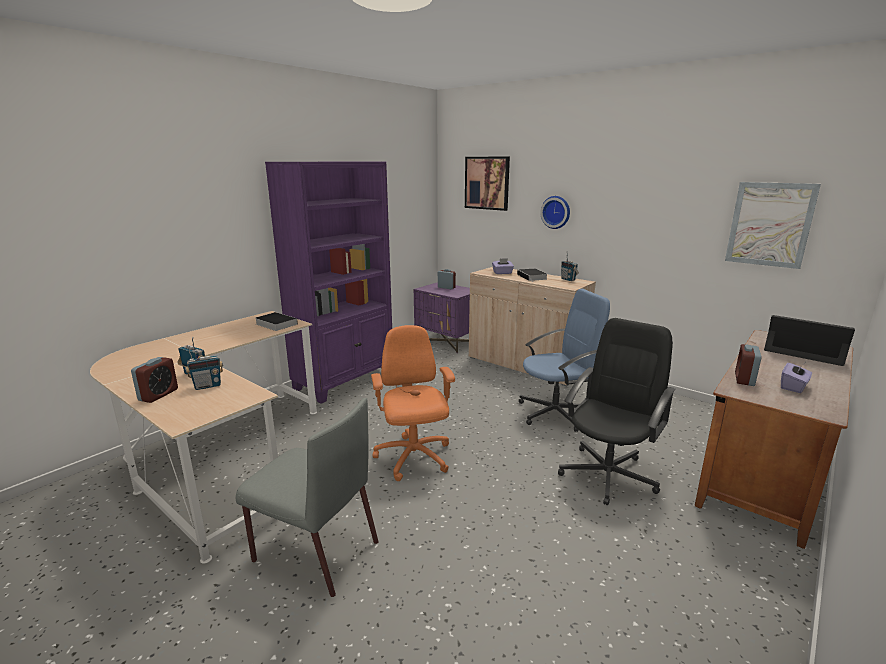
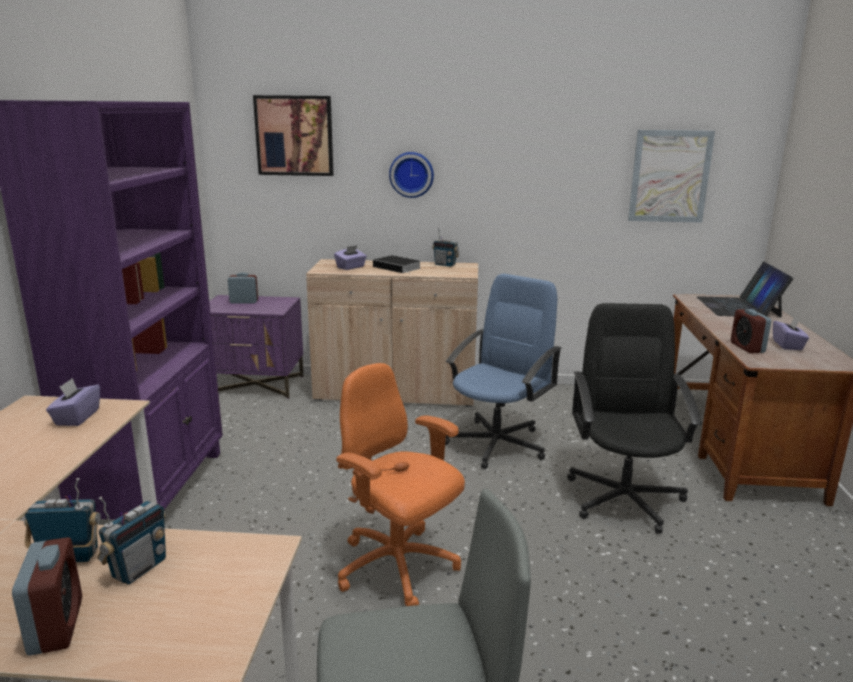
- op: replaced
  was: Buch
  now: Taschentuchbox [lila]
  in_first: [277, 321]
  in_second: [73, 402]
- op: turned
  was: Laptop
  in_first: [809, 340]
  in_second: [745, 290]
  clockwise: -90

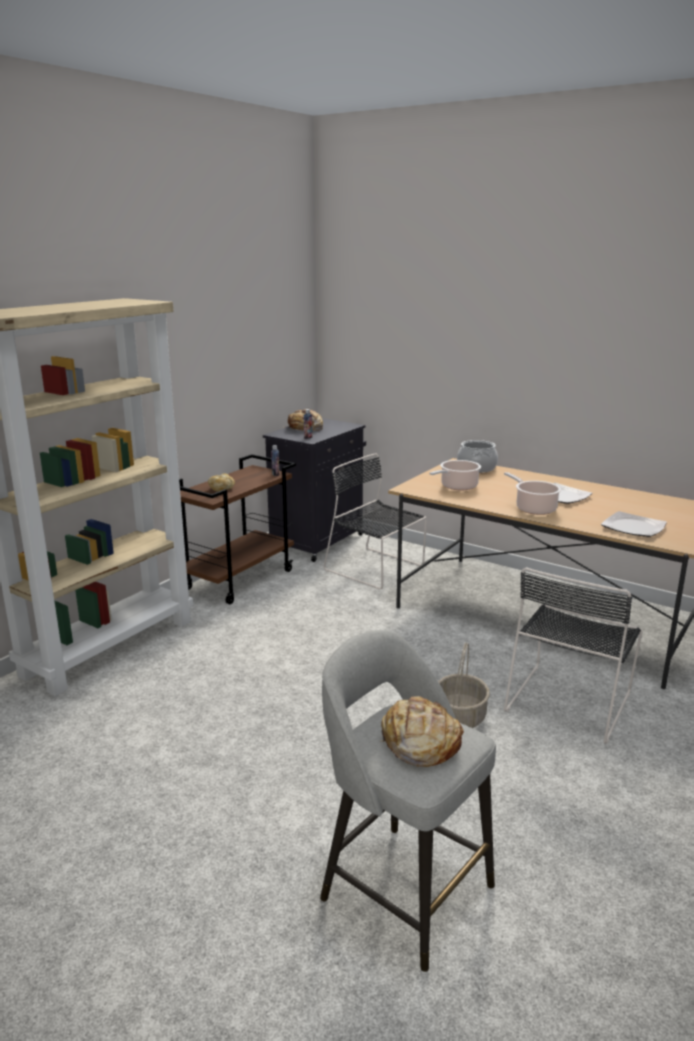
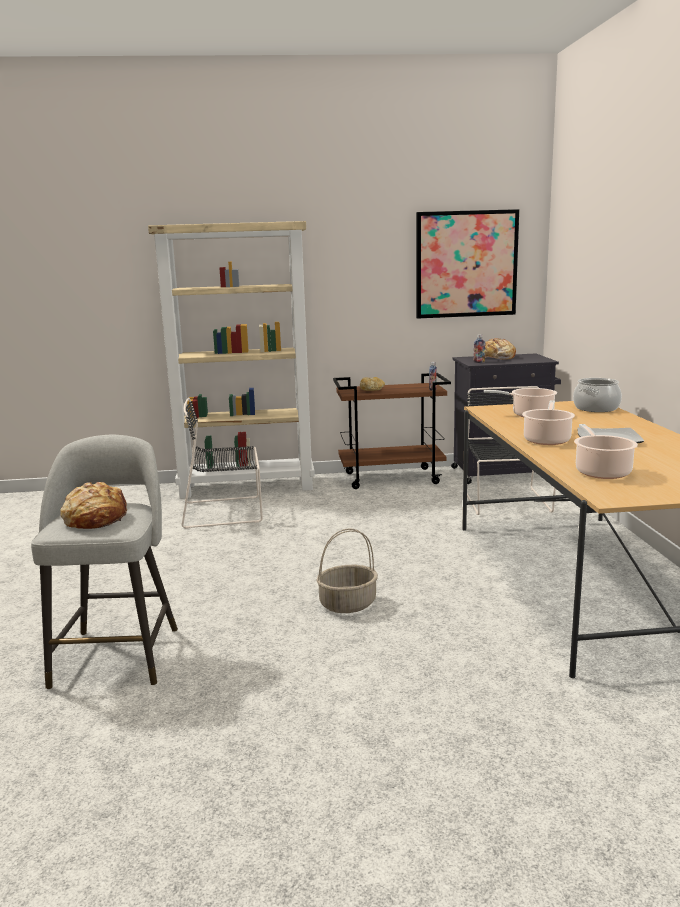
- op: moved
  was: Stuhl [schwarz]
  in_first: [573, 655]
  in_second: [222, 463]
- op: replaced
  was: Teller
  now: Kochtopf
  in_first: [634, 524]
  in_second: [606, 451]
- op: added
  now: Bild
  in_second: [467, 264]

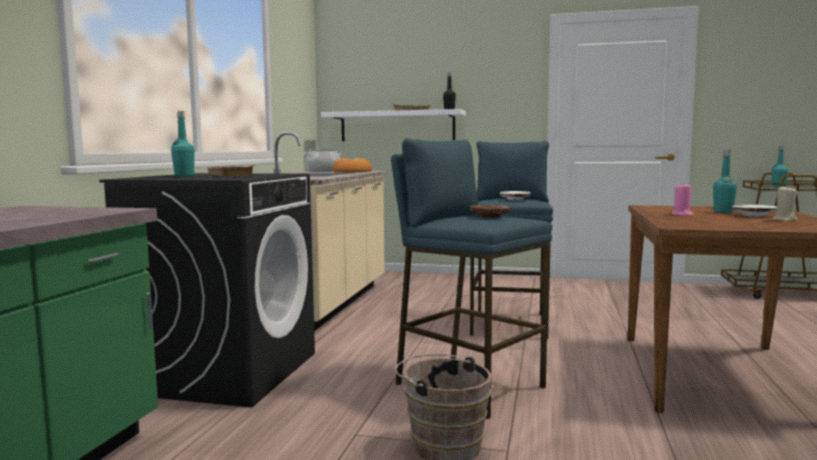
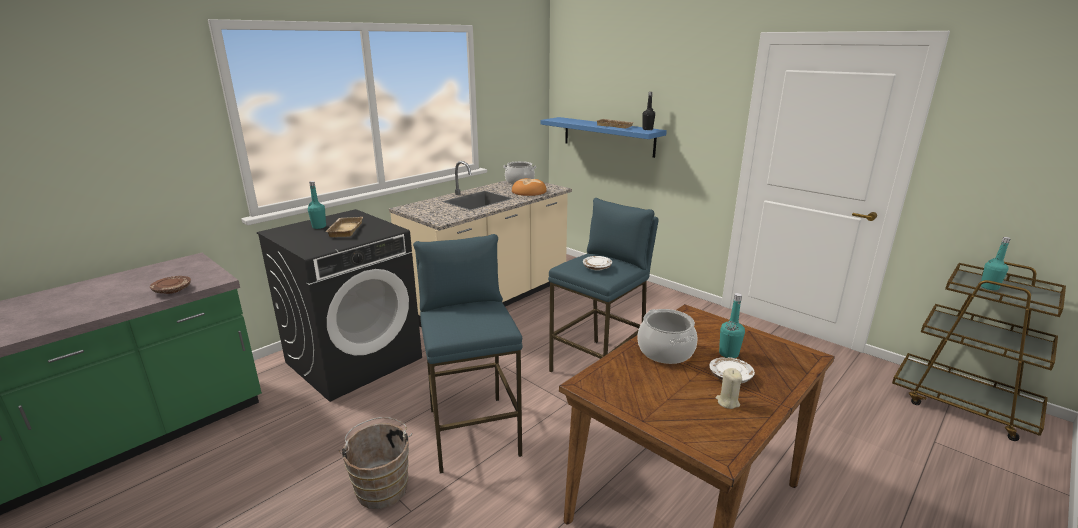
- op: recoloured
  was: Wandregal [weiß]
  now: Wandregal [blau]
  in_first: [393, 125]
  in_second: [603, 137]
- op: moved
  was: Teller [braun]
  in_first: [490, 211]
  in_second: [170, 285]
- op: replaced
  was: Kerze [rosa]
  now: Kochtopf
  in_first: [682, 199]
  in_second: [667, 336]

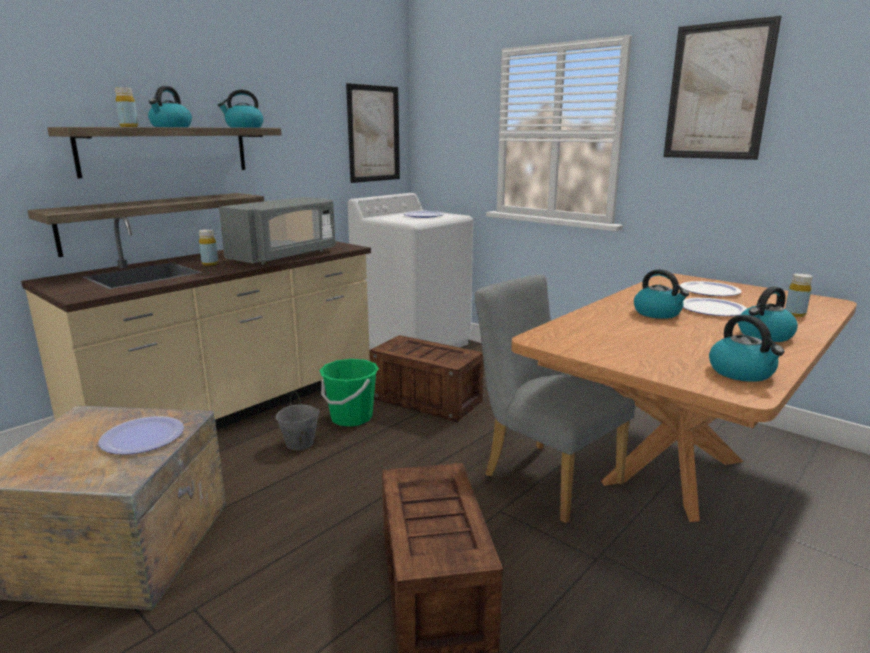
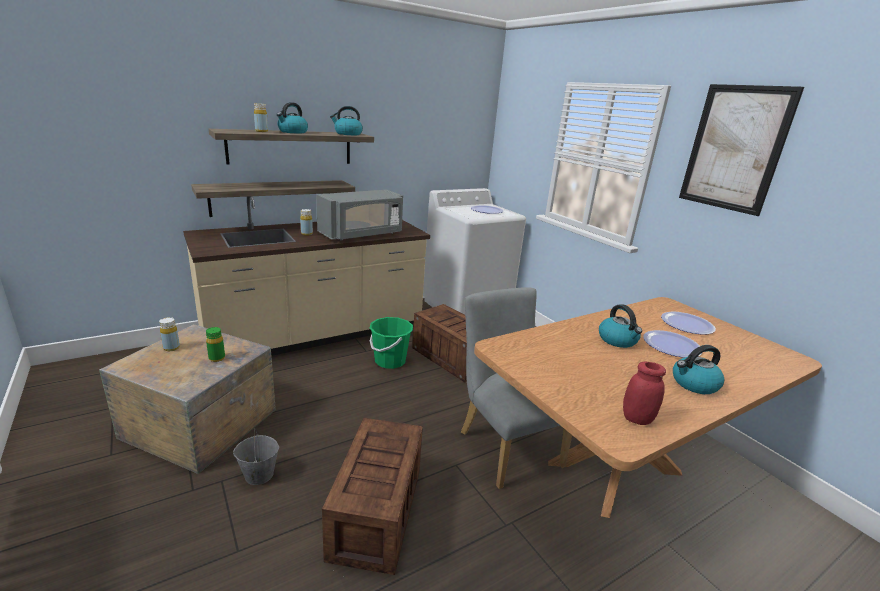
- op: replaced
  was: Teller
  now: Flasche [grün]
  in_first: [141, 435]
  in_second: [215, 344]
- op: moved
  was: Eimer [grau]
  in_first: [297, 420]
  in_second: [256, 456]
- op: removed
  was: Bild
  in_first: [373, 133]
- op: replaced
  was: Wasserkessel
  now: Vorratsglas [rot]
  in_first: [746, 348]
  in_second: [644, 393]
- op: moved
  was: Flasche [gelb]
  in_first: [799, 295]
  in_second: [169, 334]

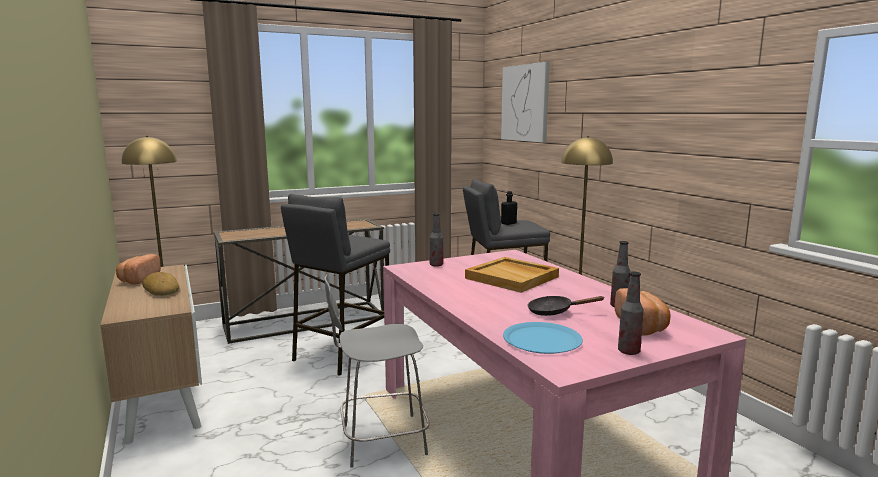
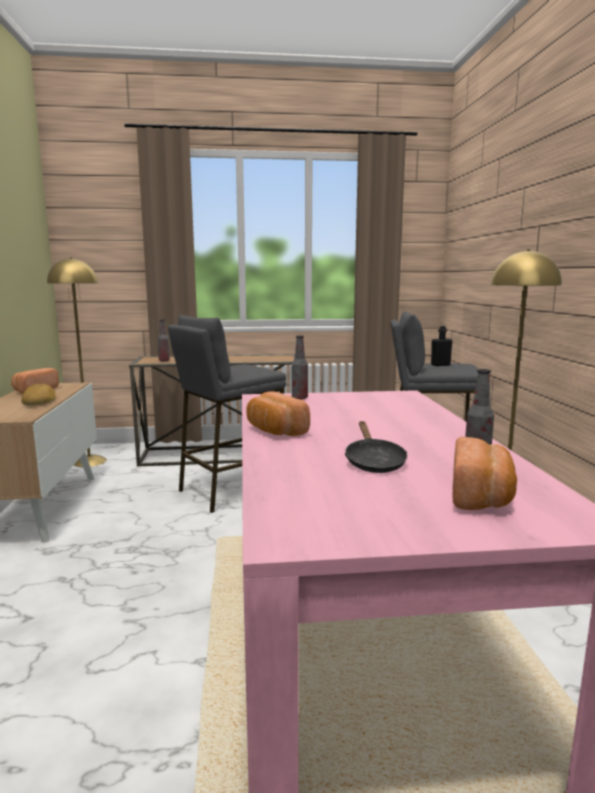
- op: removed
  was: Hocker [grau]
  in_first: [377, 371]
- op: removed
  was: Tablett [beige]
  in_first: [512, 275]
- op: removed
  was: Bild
  in_first: [525, 102]
- op: removed
  was: Teller [blau]
  in_first: [543, 338]
- op: turned
  was: Pfanne [schwarz]
  in_first: [566, 306]
  in_second: [376, 447]
  clockwise: -120
- op: moved
  was: Flasche
  in_first: [631, 313]
  in_second: [164, 340]
- op: added
  now: Brot
  in_second: [278, 413]

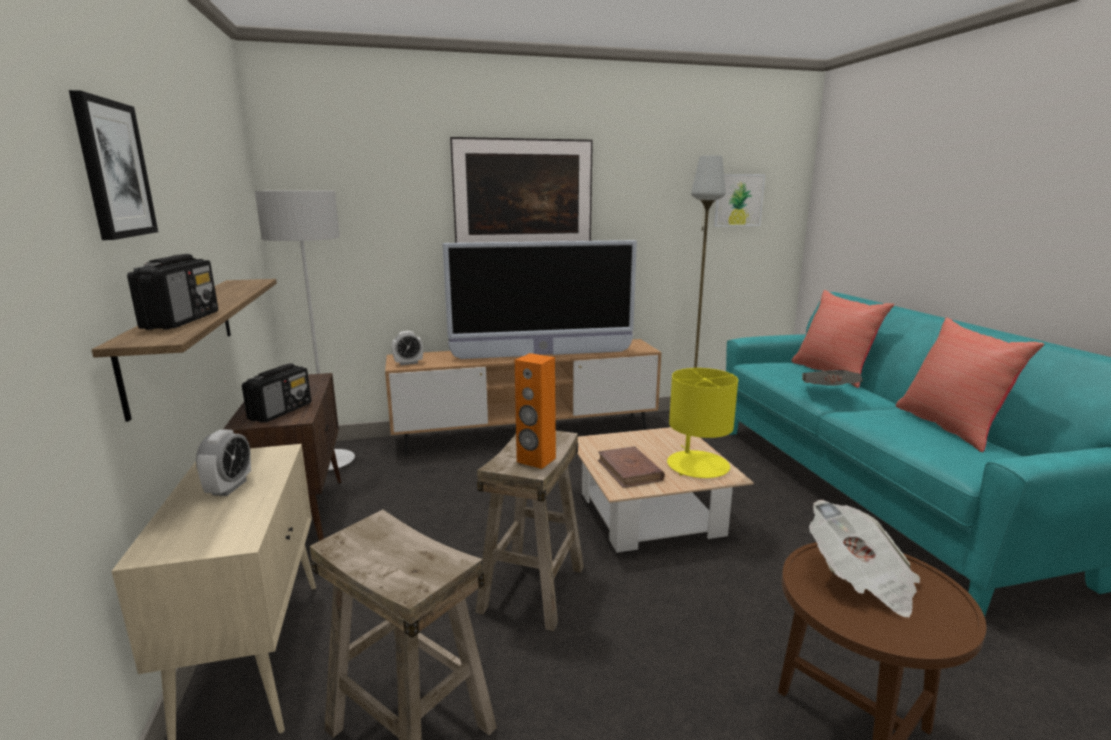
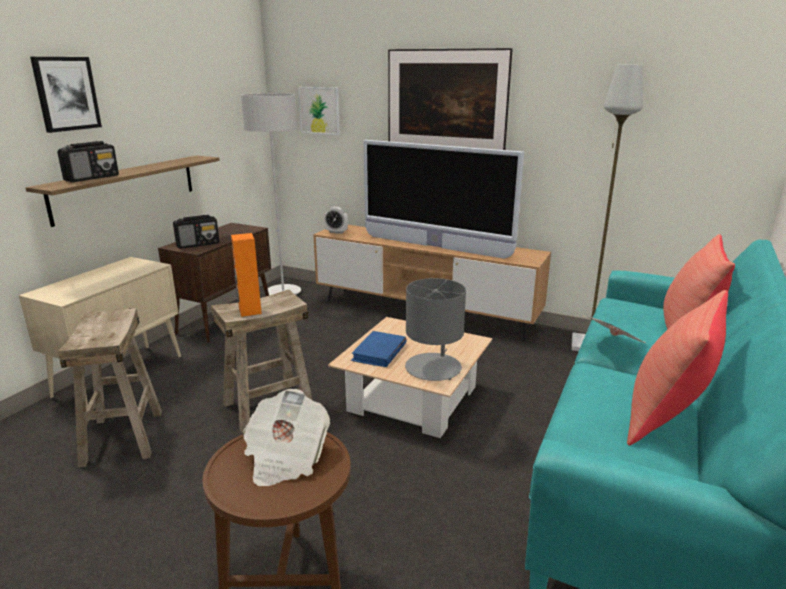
- op: removed
  was: Wecker
  in_first: [223, 462]
- op: recoloured
  was: Buch [braun]
  now: Buch [blau]
  in_first: [631, 467]
  in_second: [379, 349]
- op: recoloured
  was: Tischlampe [gelb]
  now: Tischlampe [grau]
  in_first: [702, 423]
  in_second: [435, 329]
- op: moved
  was: Bild
  in_first: [739, 200]
  in_second: [319, 111]

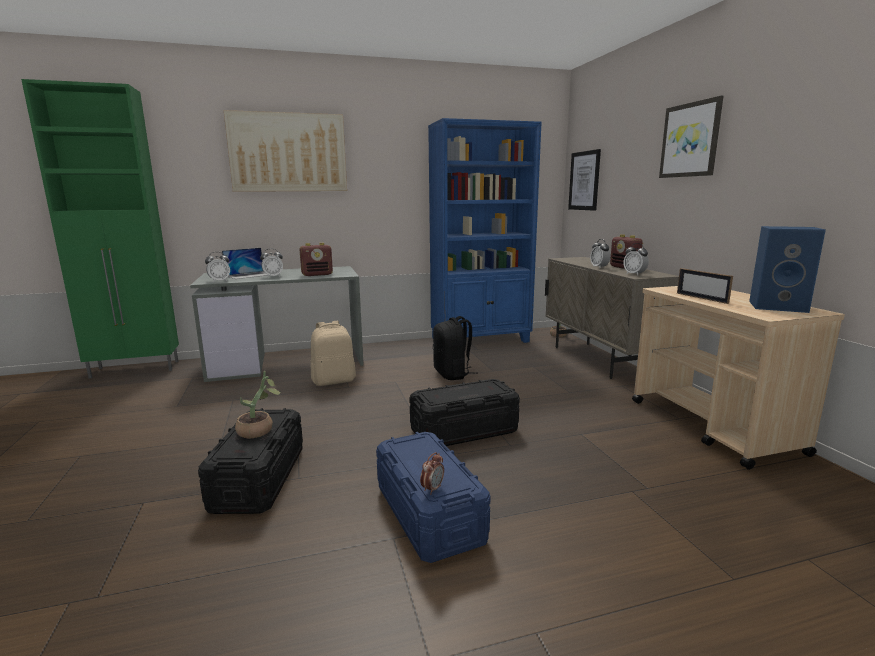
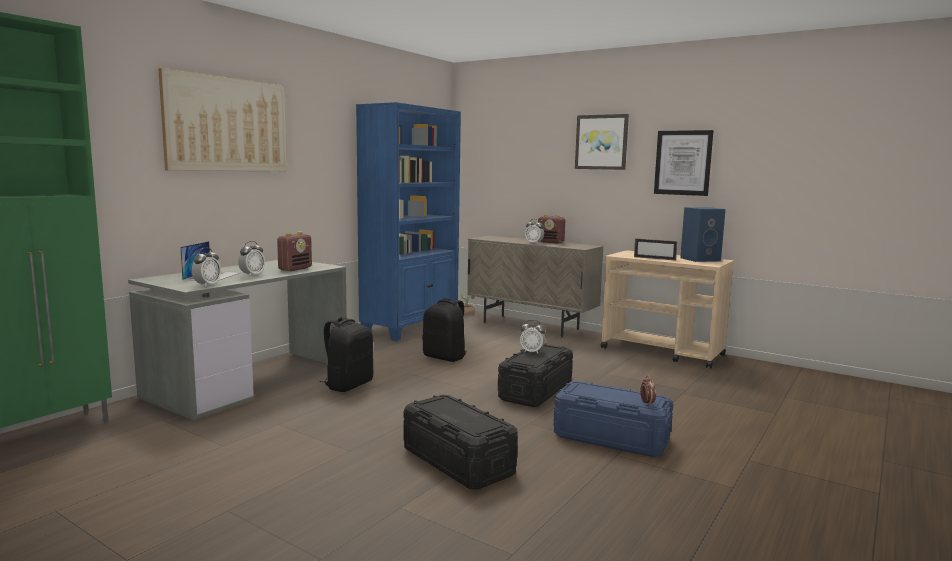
- op: removed
  was: Topfpflanze
  in_first: [258, 404]
- op: recoloured
  was: Rucksack [beige]
  now: Rucksack [schwarz]
  in_first: [333, 353]
  in_second: [347, 354]
- op: moved
  was: Bild
  in_first: [584, 180]
  in_second: [684, 163]
- op: moved
  was: Wecker
  in_first: [636, 259]
  in_second: [532, 336]

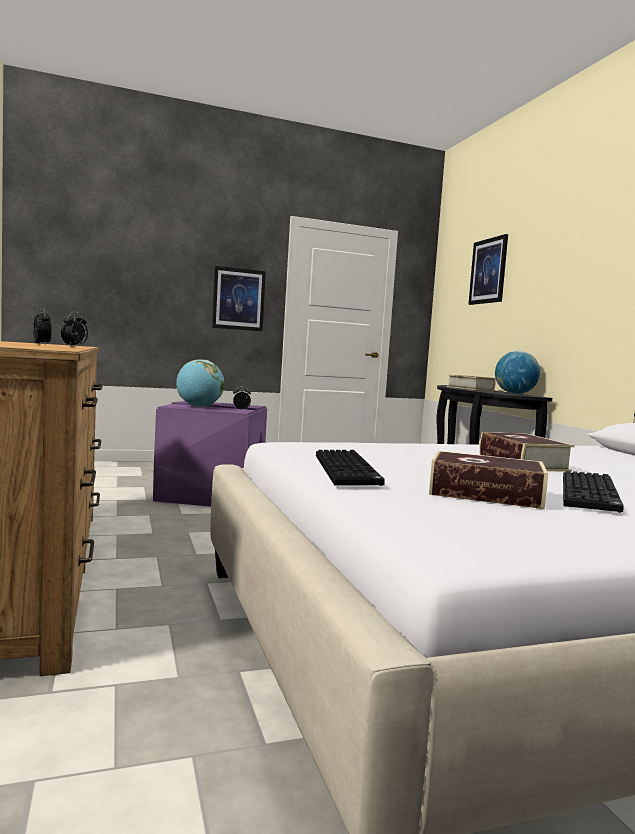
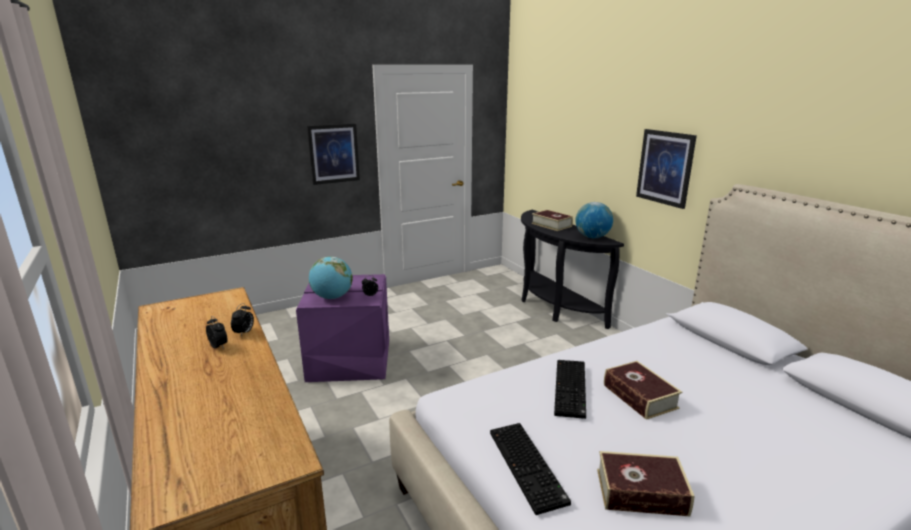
- op: moved
  was: Bild
  in_first: [488, 269]
  in_second: [666, 169]
- op: moved
  was: Tastatur
  in_first: [593, 492]
  in_second: [570, 389]

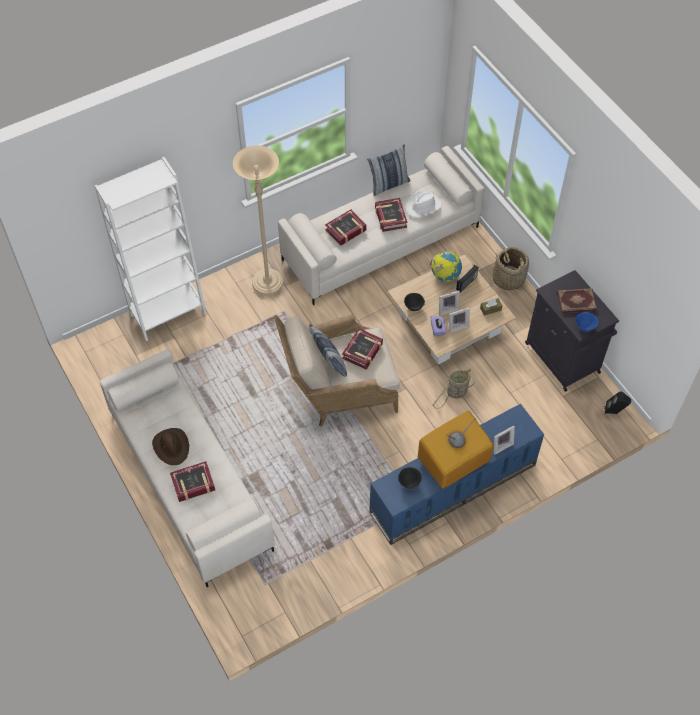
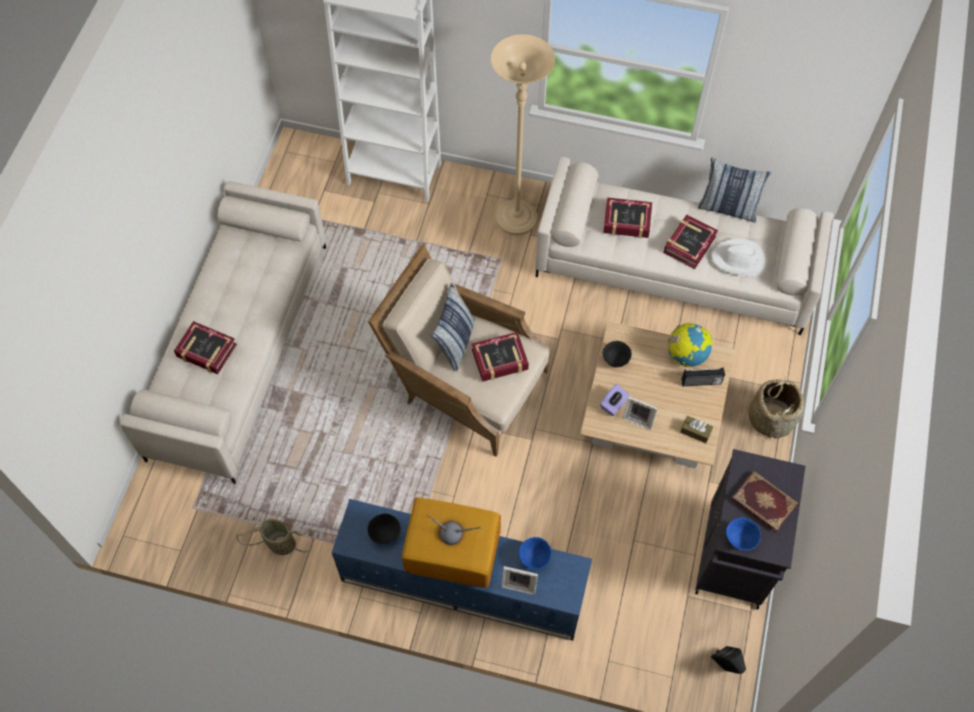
- op: removed
  was: Hut [braun]
  in_first: [170, 446]
- op: moved
  was: Korb
  in_first: [453, 388]
  in_second: [274, 537]
- op: removed
  was: Bilderrahmen
  in_first: [449, 303]
- op: added
  now: Schüssel [blau]
  in_second: [535, 553]

